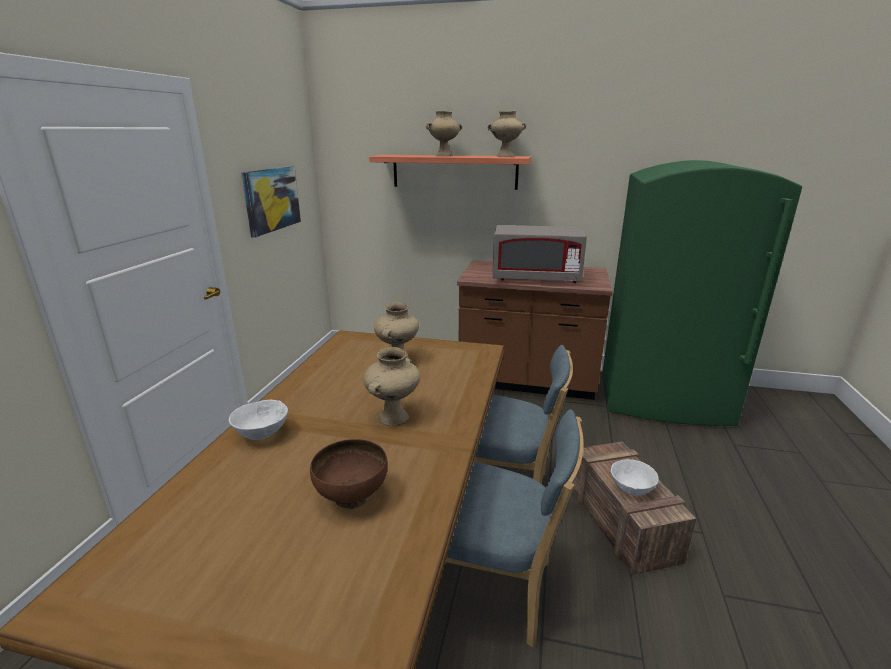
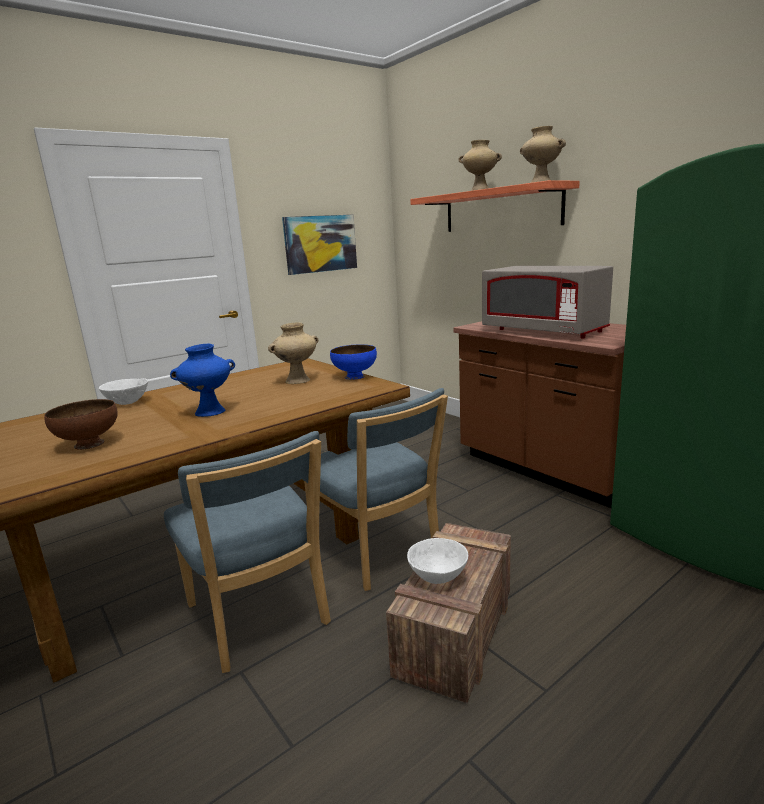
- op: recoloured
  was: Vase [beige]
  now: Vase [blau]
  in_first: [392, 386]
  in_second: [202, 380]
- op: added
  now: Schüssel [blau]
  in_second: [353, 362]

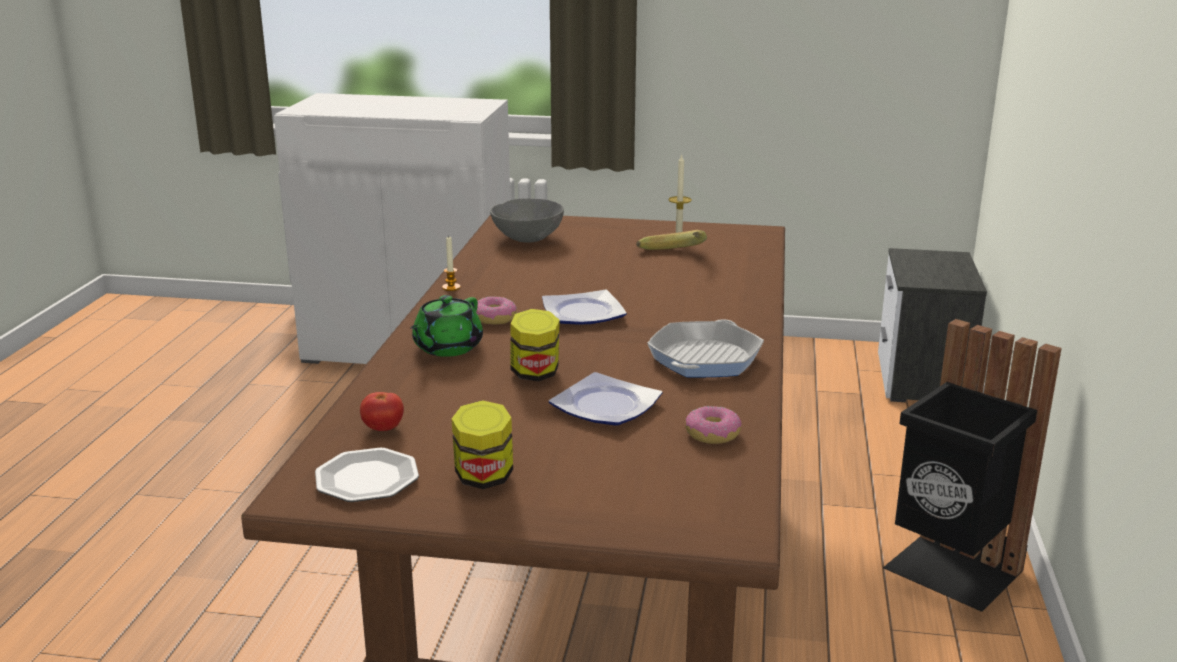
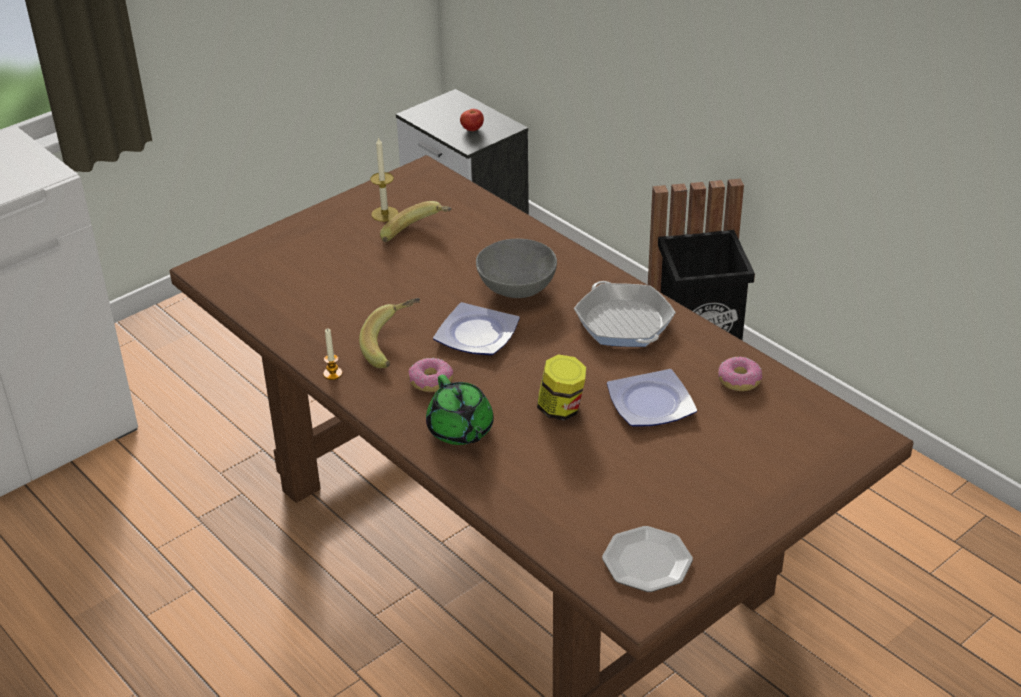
- op: moved
  was: Tomate
  in_first: [382, 411]
  in_second: [472, 120]
- op: removed
  was: Vorratsglas
  in_first: [482, 444]
- op: moved
  was: Schüssel [grau]
  in_first: [527, 220]
  in_second: [516, 268]
- op: added
  now: Banane
  in_second: [389, 333]

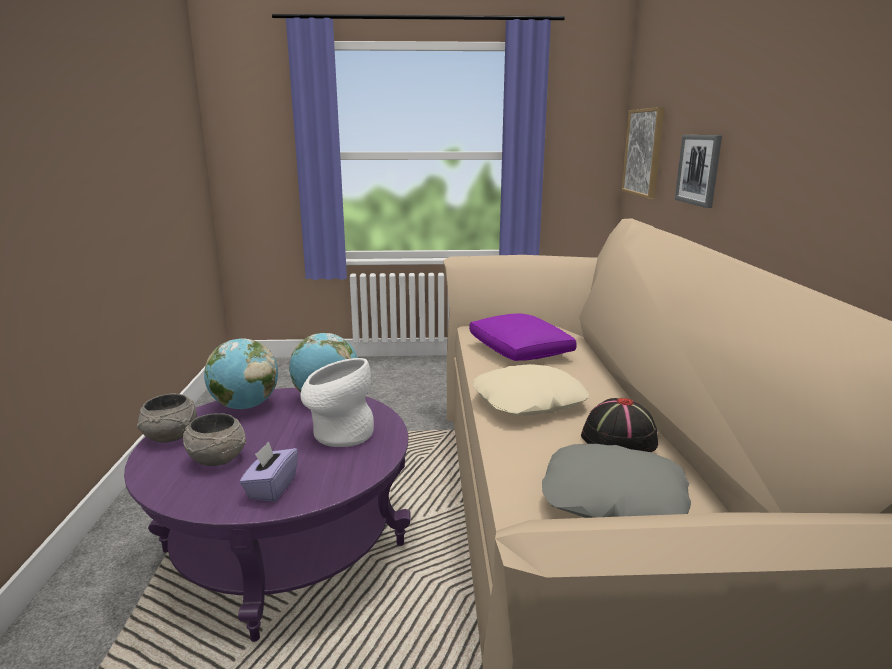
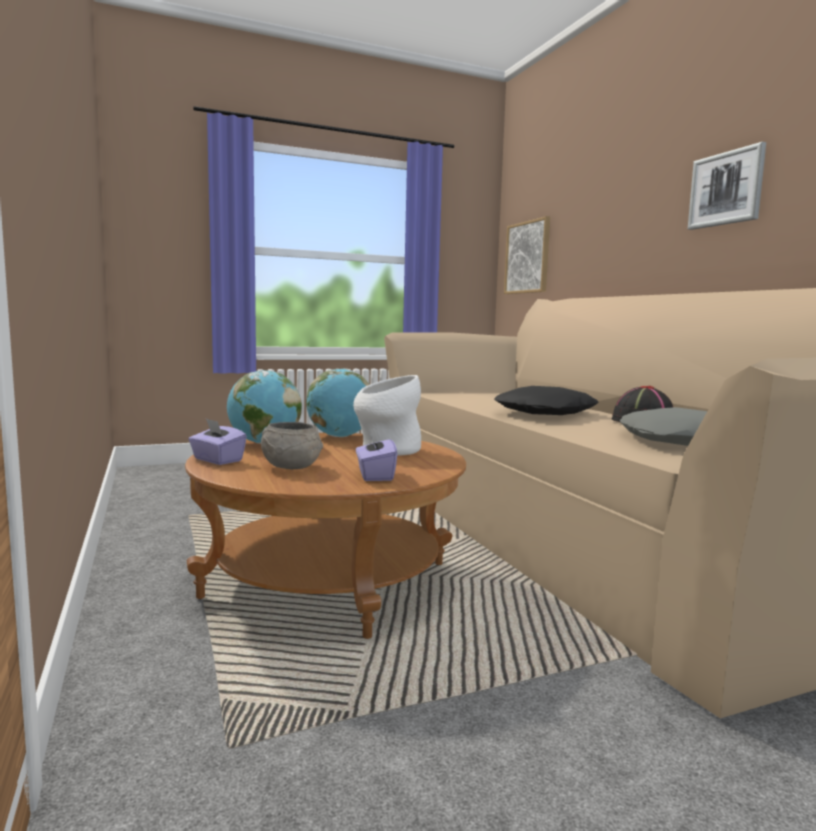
- op: recoloured
  was: Couchtisch [lila]
  now: Couchtisch [braun]
  in_first: [267, 515]
  in_second: [325, 536]
- op: replaced
  was: Schüssel [grau]
  now: Taschentuchbox [lila]
  in_first: [167, 418]
  in_second: [217, 442]
- op: removed
  was: Kissen [lila]
  in_first: [523, 337]
- op: recoloured
  was: Kissen [beige]
  now: Kissen [schwarz]
  in_first: [531, 389]
  in_second: [546, 400]
- op: moved
  was: Bild
  in_first: [698, 171]
  in_second: [727, 186]

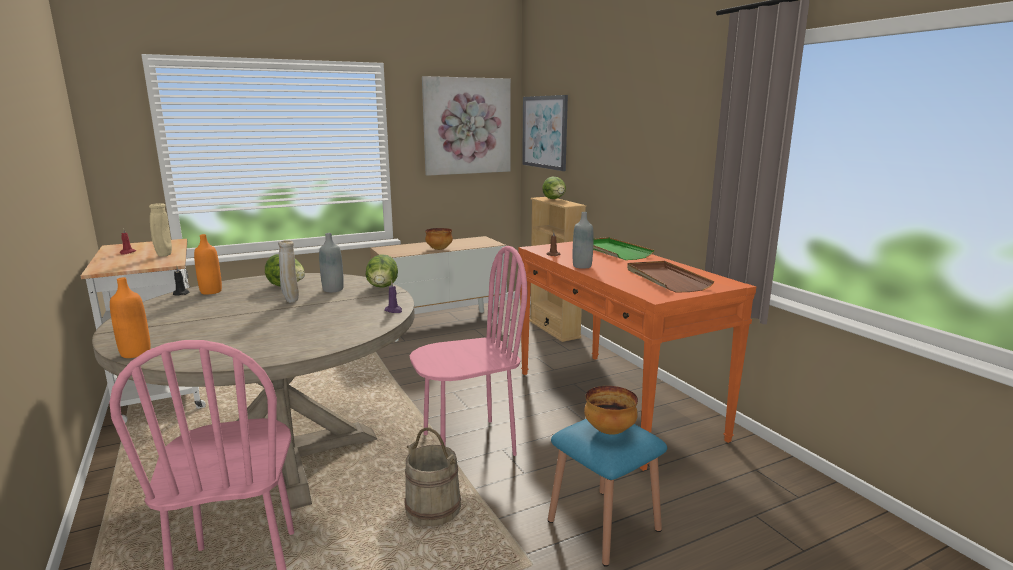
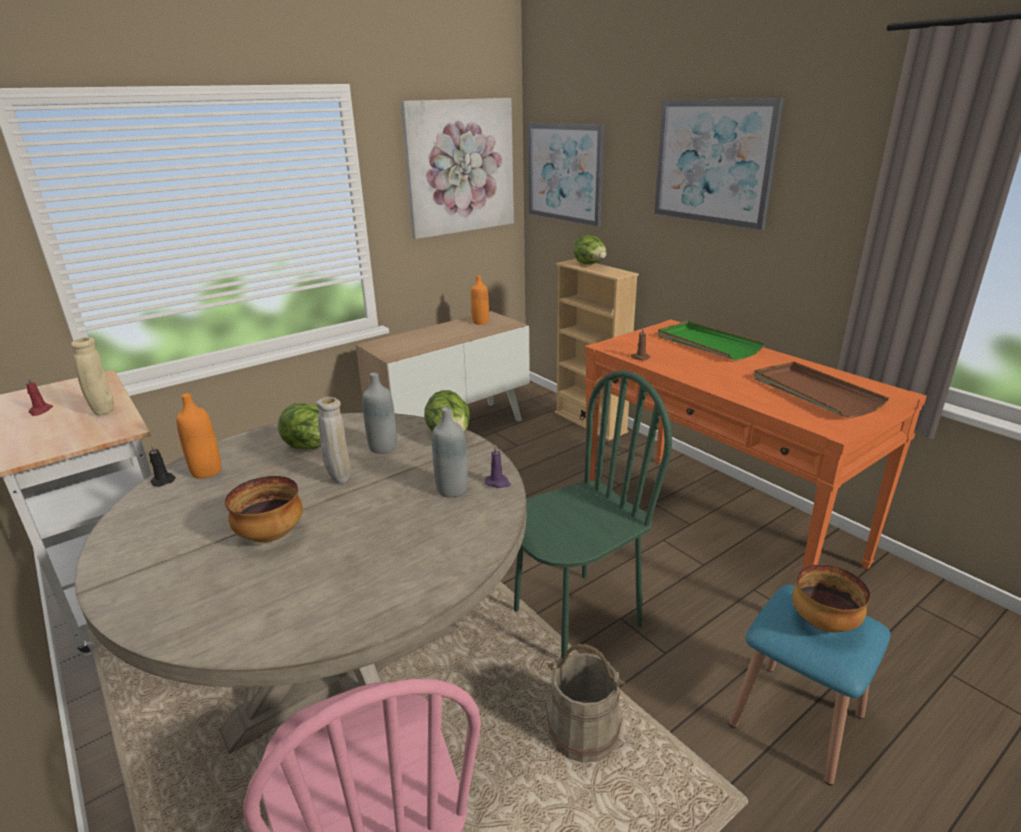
- op: moved
  was: Flasche [orange]
  in_first: [130, 317]
  in_second: [480, 300]
- op: recoloured
  was: Stuhl [rosa]
  now: Stuhl [grün]
  in_first: [468, 351]
  in_second: [593, 515]
- op: moved
  was: Schüssel
  in_first: [439, 239]
  in_second: [264, 509]
- op: moved
  was: Flasche [grau]
  in_first: [583, 240]
  in_second: [450, 452]
- op: added
  now: Bild
  in_second: [719, 164]

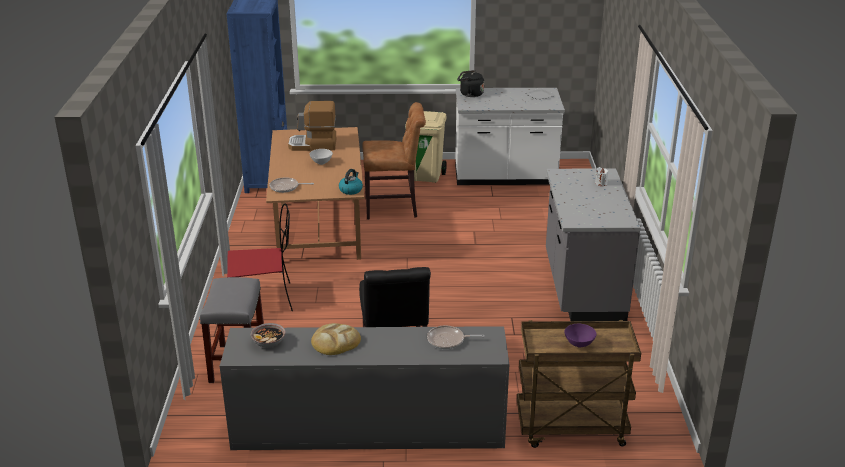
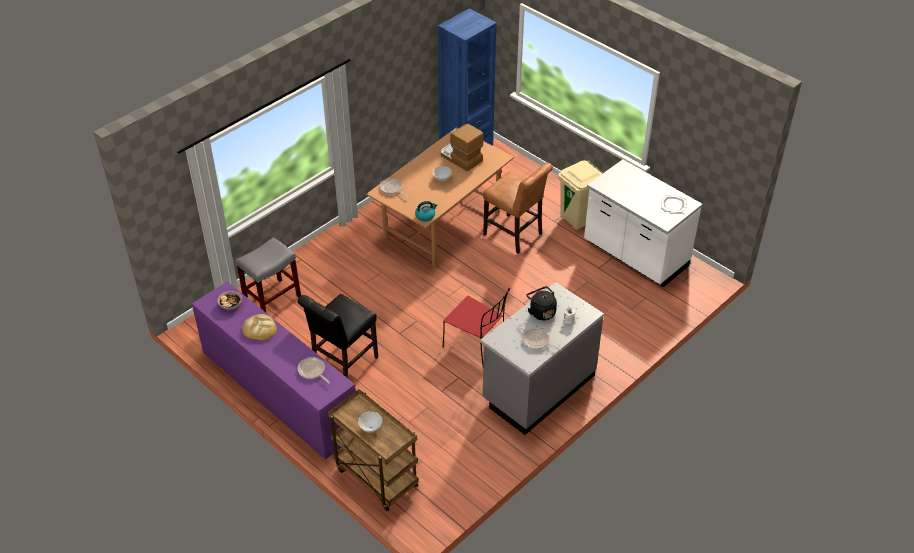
- op: recoloured
  was: Kommode [grau]
  now: Kommode [lila]
  in_first: [364, 388]
  in_second: [274, 371]
- op: moved
  was: Stuhl [rot]
  in_first: [260, 257]
  in_second: [476, 326]
- op: moved
  was: Wasserkessel [schwarz]
  in_first: [470, 83]
  in_second: [541, 303]
- op: recoloured
  was: Schüssel [lila]
  now: Schüssel [weiß]
  in_first: [580, 336]
  in_second: [370, 422]
- op: added
  now: Pfanne
  in_second: [541, 339]

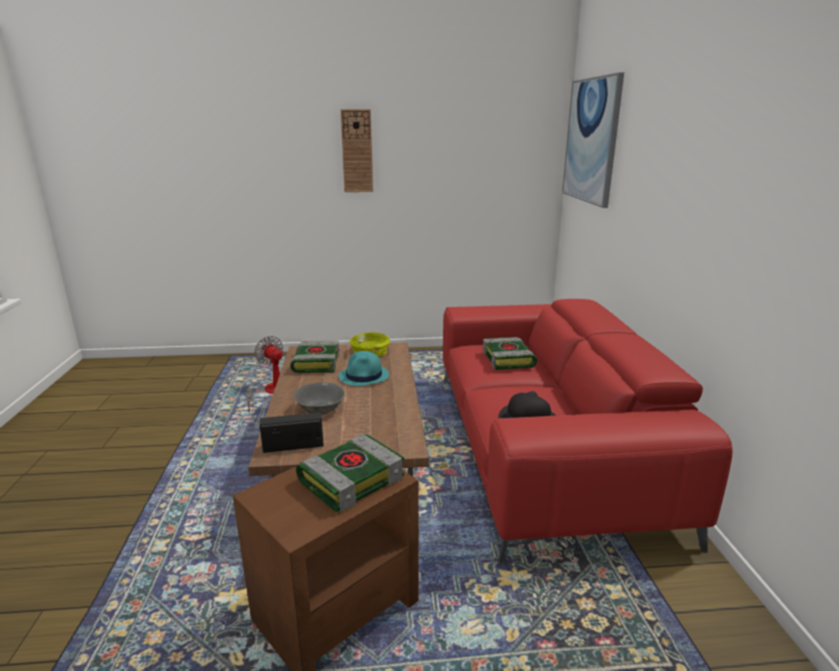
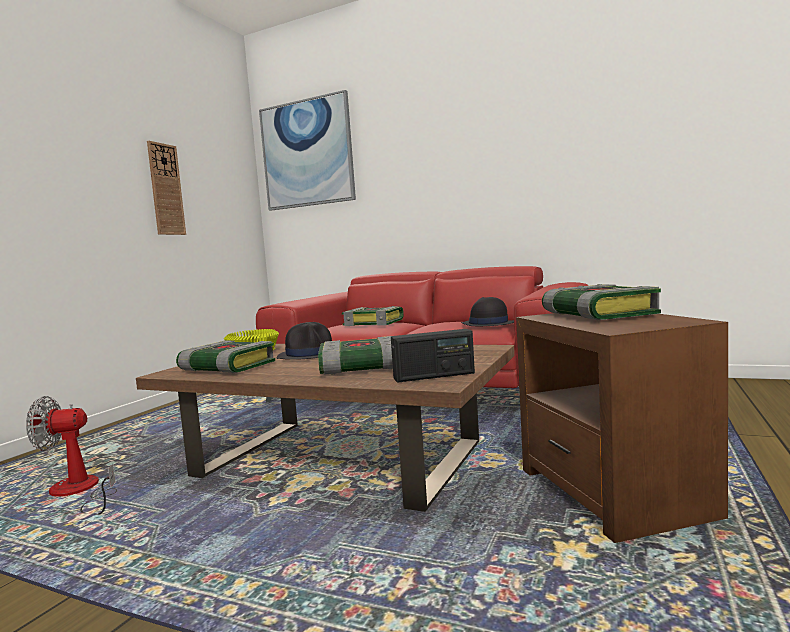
- op: turned
  was: Radio
  in_first: [292, 432]
  in_second: [433, 356]
  clockwise: -120
- op: replaced
  was: Schüssel [grau]
  now: Buch
  in_first: [319, 398]
  in_second: [355, 355]
- op: recoloured
  was: Hut [türkis]
  now: Hut [schwarz]
  in_first: [363, 368]
  in_second: [304, 341]
- op: moved
  was: Wanduhr
  in_first: [356, 150]
  in_second: [166, 188]

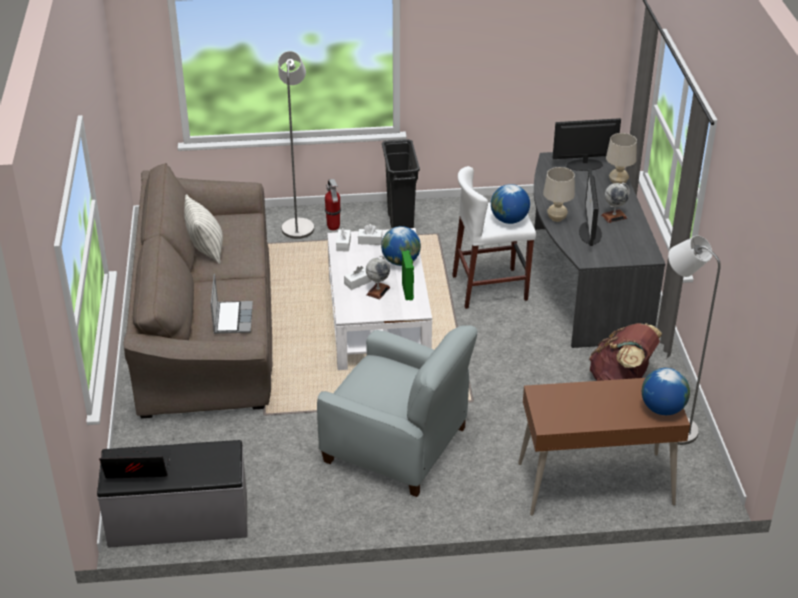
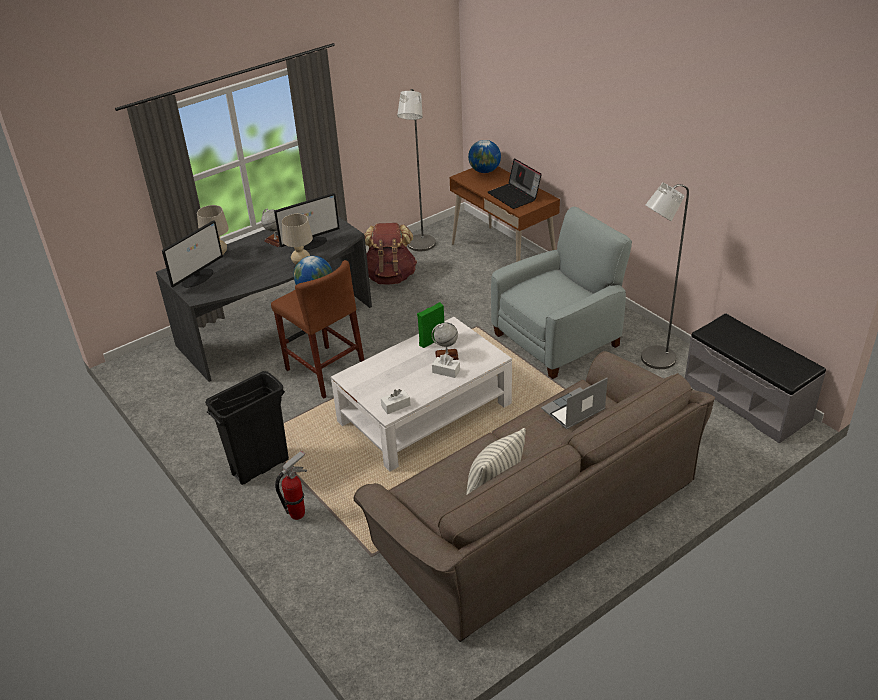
- op: moved
  was: Laptop
  in_first: [135, 464]
  in_second: [515, 183]
- op: moved
  was: Stehlampe [grau]
  in_first: [296, 145]
  in_second: [665, 275]
- op: turned
  was: Sessel [grau]
  in_first: [397, 411]
  in_second: [561, 293]
  clockwise: 60
- op: removed
  was: Taschentuchbox [weiß]
  in_first: [370, 234]
- op: removed
  was: Globus
  in_first: [401, 246]
- op: recoloured
  was: Hocker [weiß]
  now: Hocker [braun]
  in_first: [494, 237]
  in_second: [317, 329]
- op: turned
  was: Monitor
  in_first: [587, 144]
  in_second: [192, 254]
  clockwise: -105

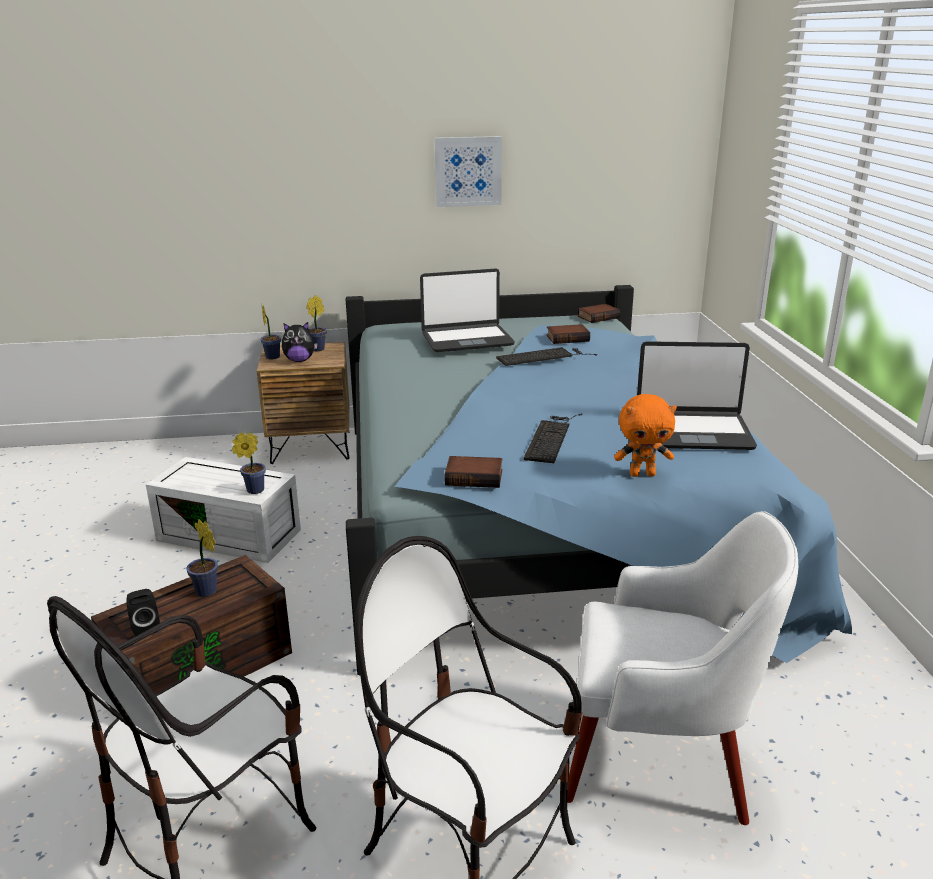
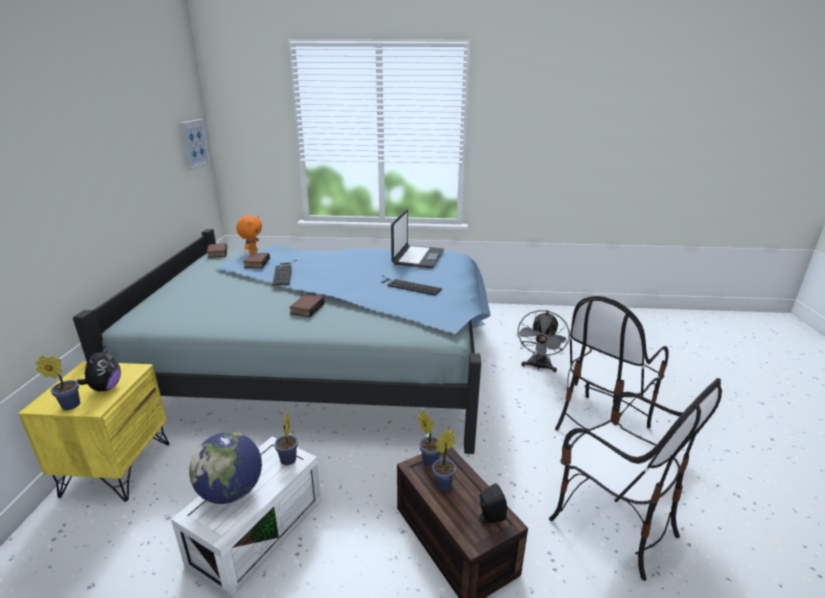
- op: recoloured
  was: Nachttisch [braun]
  now: Nachttisch [gelb]
  in_first: [303, 403]
  in_second: [94, 432]
- op: moved
  was: Topfpflanze
  in_first: [316, 323]
  in_second: [429, 438]
- op: removed
  was: Laptop
  in_first: [467, 310]
- op: moved
  was: Bild
  in_first: [468, 171]
  in_second: [195, 144]
- op: moved
  was: Buch
  in_first: [473, 472]
  in_second: [307, 306]
- op: replaced
  was: Sessel [weiß]
  now: Ventilator [grau]
  in_first: [682, 668]
  in_second: [543, 341]
- op: moved
  was: Plüschtier [orange]
  in_first: [645, 435]
  in_second: [249, 235]
- op: added
  now: Globus
  in_second: [225, 468]

